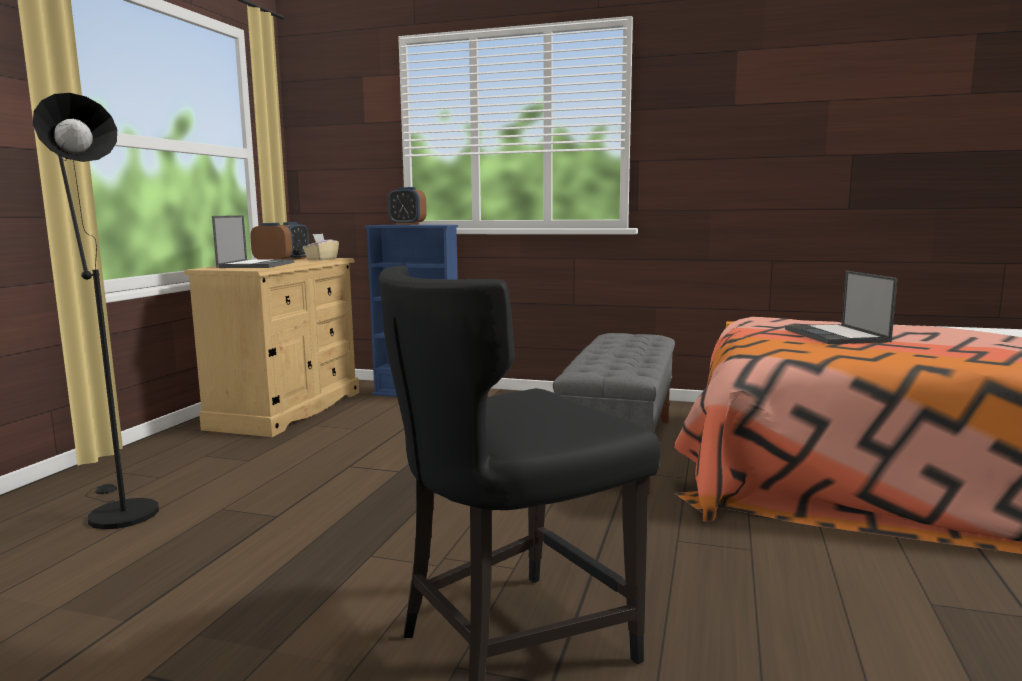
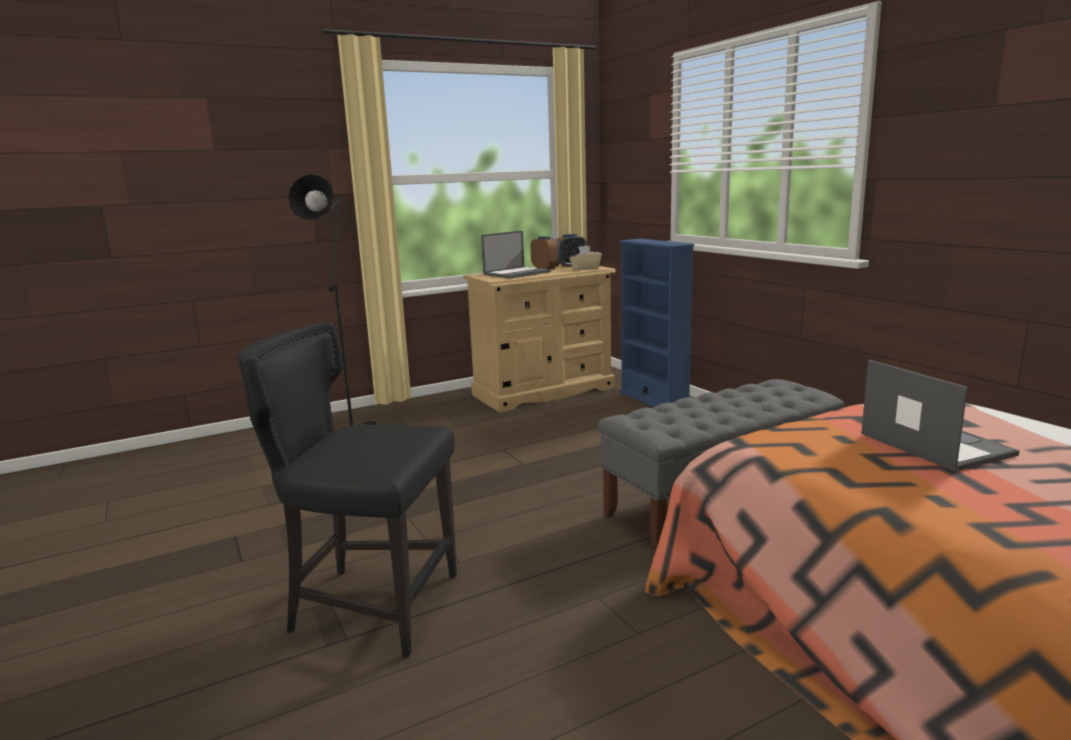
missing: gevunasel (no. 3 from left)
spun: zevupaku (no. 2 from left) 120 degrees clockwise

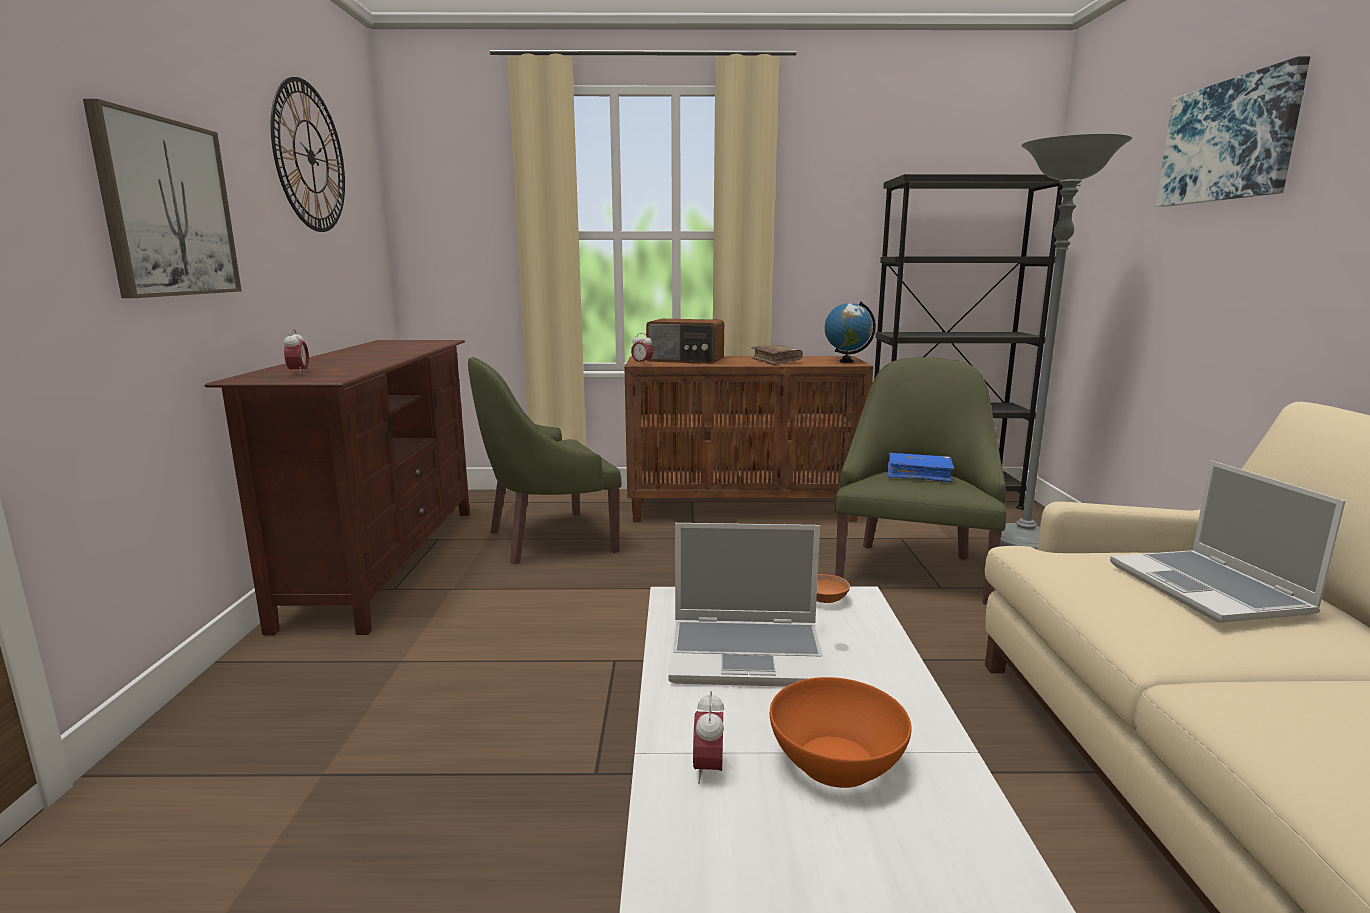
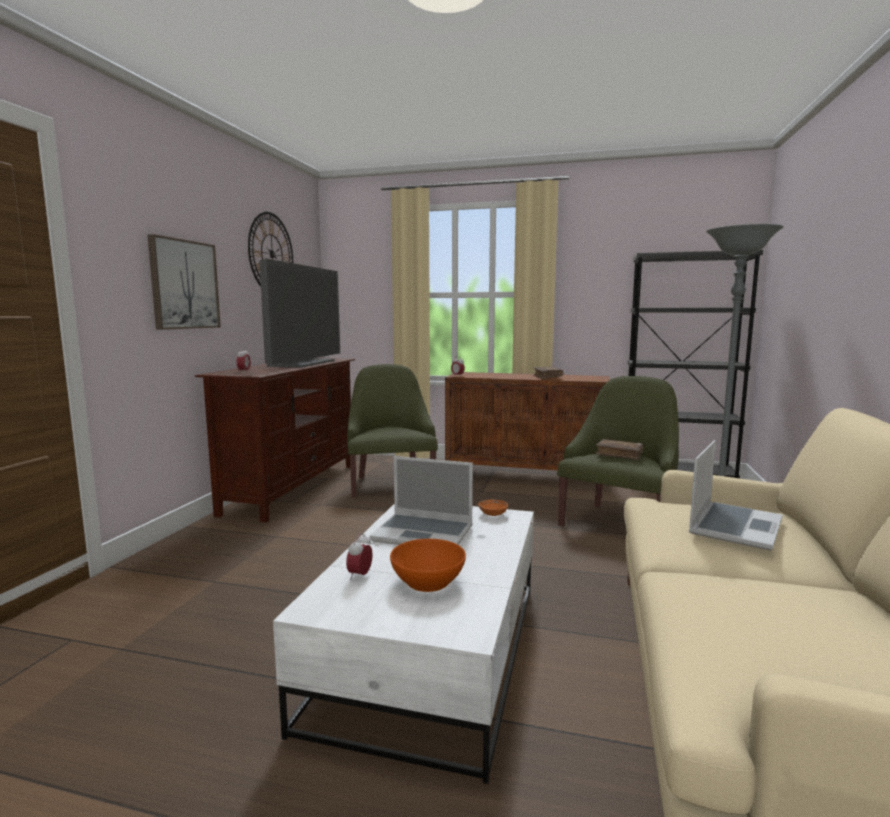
missing: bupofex; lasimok; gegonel (no. 2 from left)
appeared: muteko
colour: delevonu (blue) to delevonu (brown) (no. 2 from left)
spun: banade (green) (no. 1 from left) 90 degrees clockwise; zevupaku (no. 2 from left) 150 degrees counterclockwise

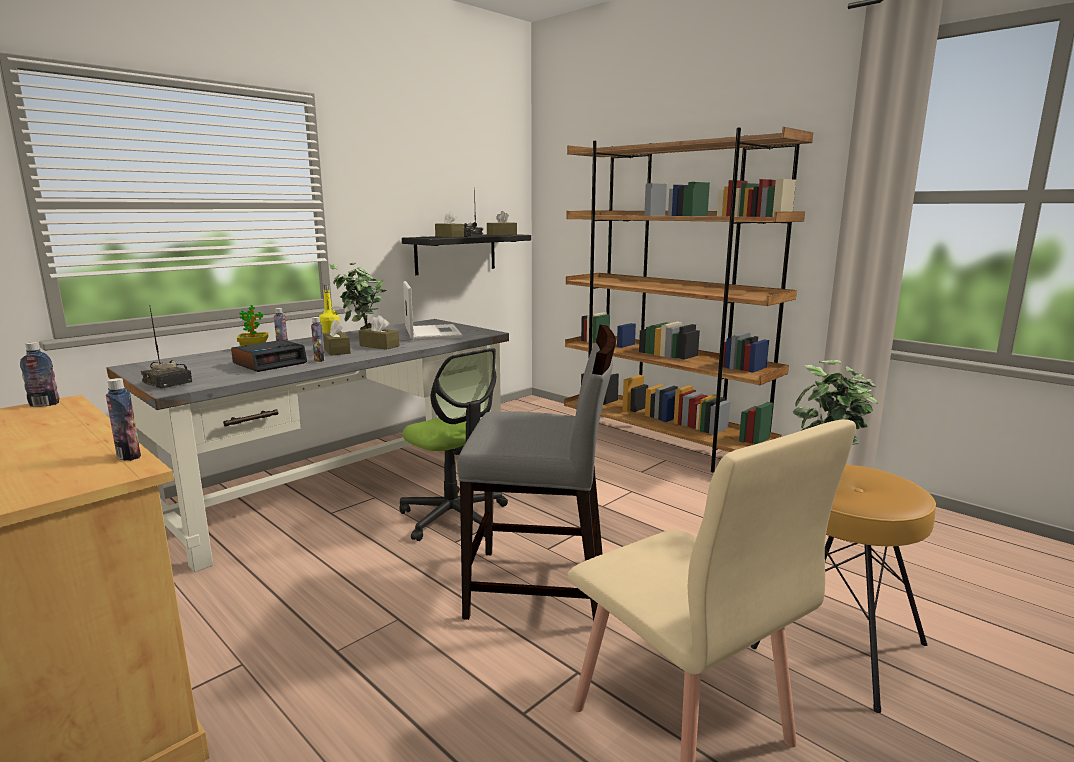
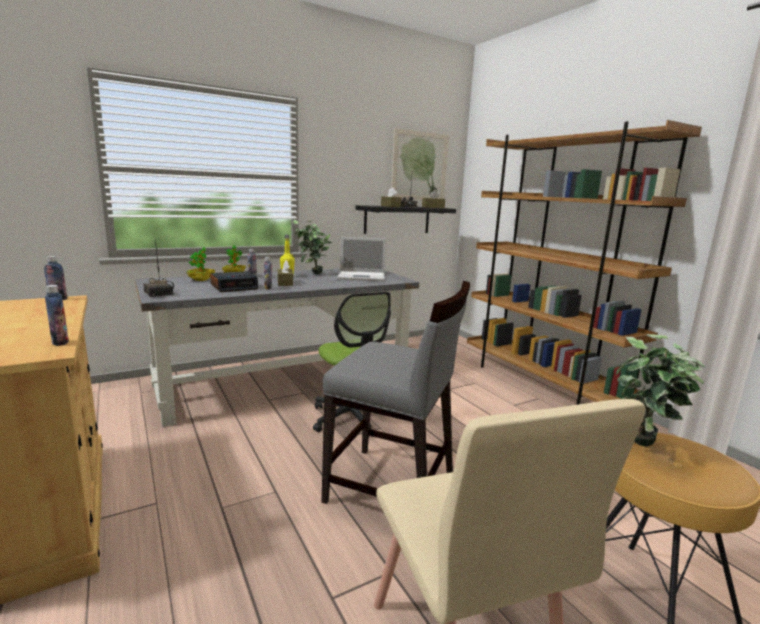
missing: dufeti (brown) (no. 2 from left)
appeared: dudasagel (no. 1 from left); gegonel
spun: zevupaku 90 degrees clockwise

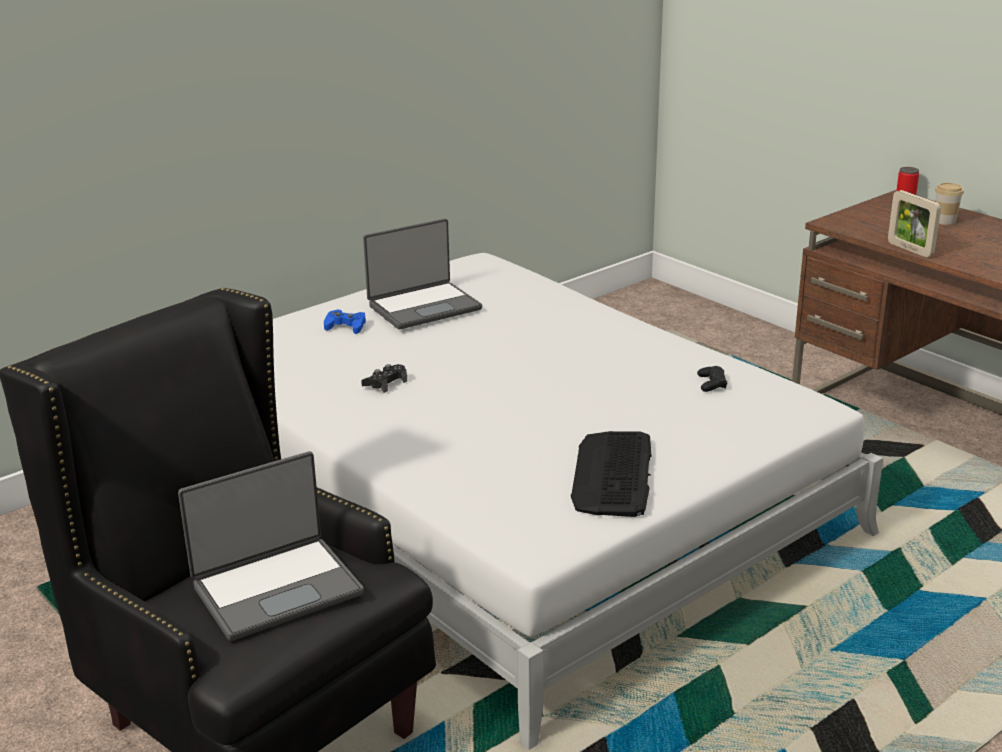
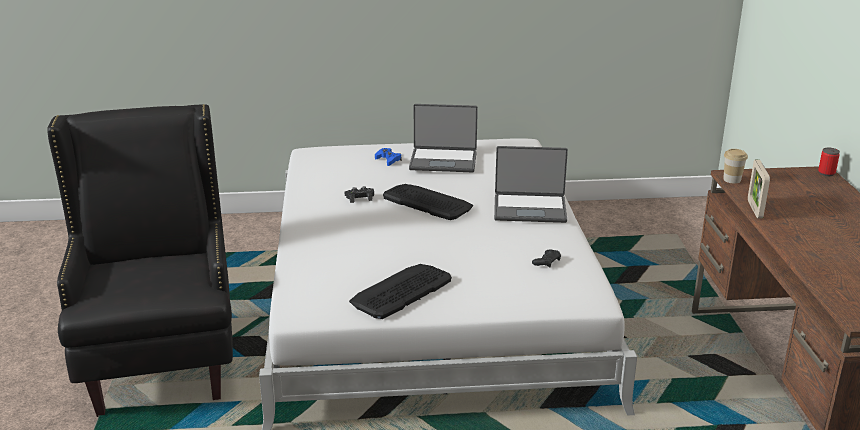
appeared: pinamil (no. 2 from left)
relocated: zevupaku (no. 1 from left in the first image) to zevupaku (no. 2 from left); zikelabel

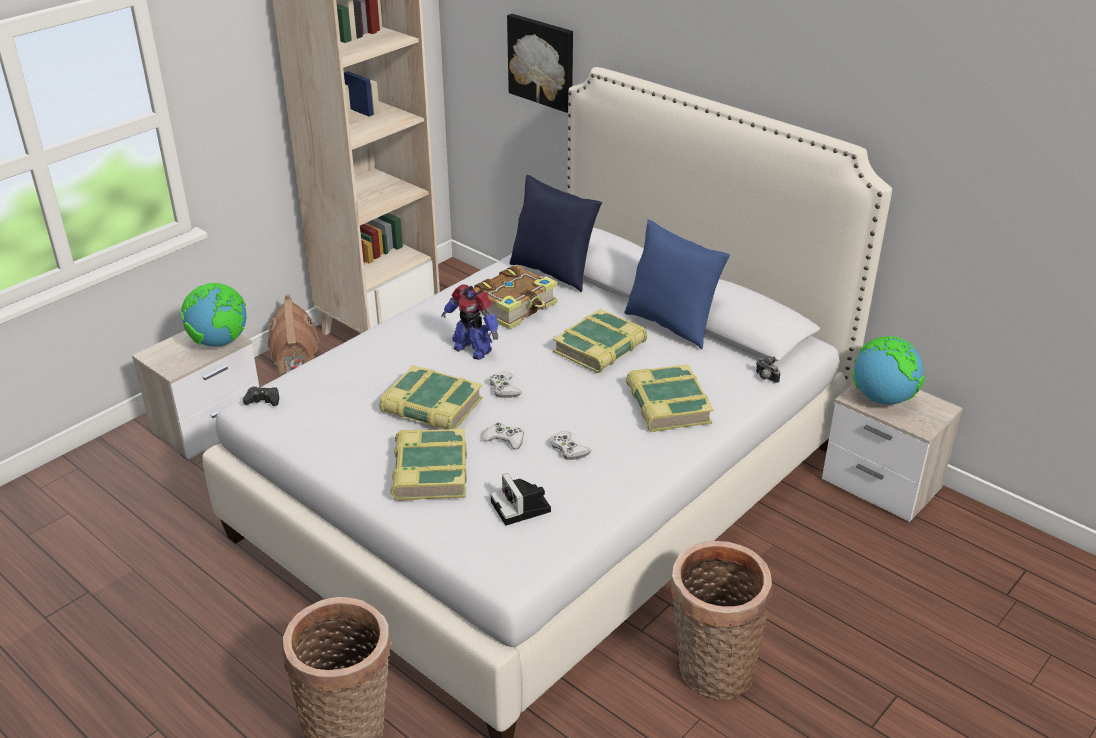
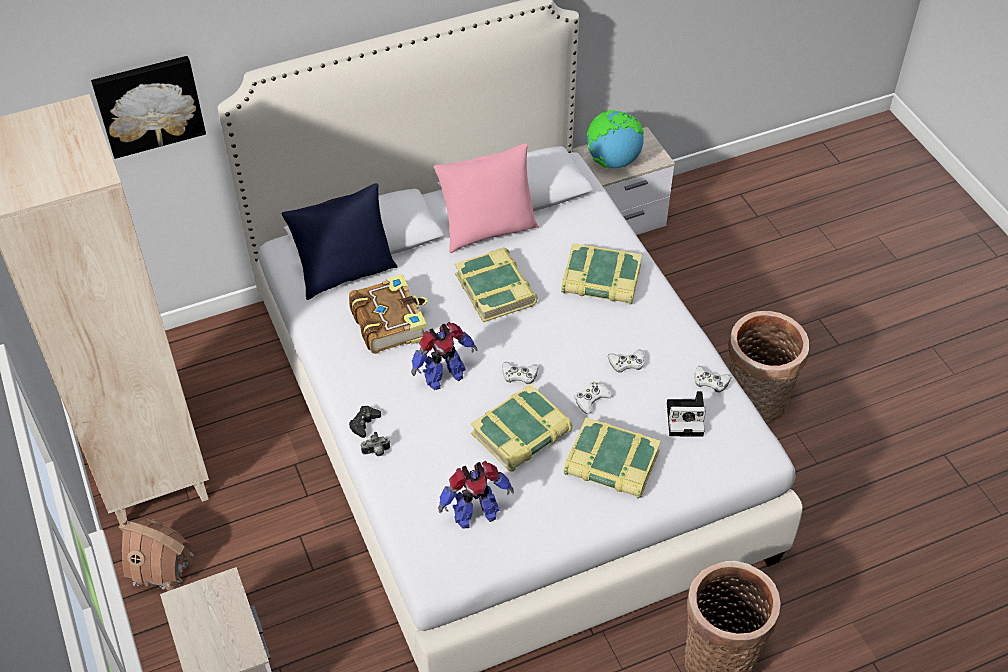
missing: lasimok (no. 1 from left)
appeared: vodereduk (no. 2 from left); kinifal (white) (no. 4 from left)
relocated: kinifal (black); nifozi (no. 2 from left in the first image) to nifozi (no. 1 from left)
colour: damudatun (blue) (no. 2 from left) to damudatun (pink)

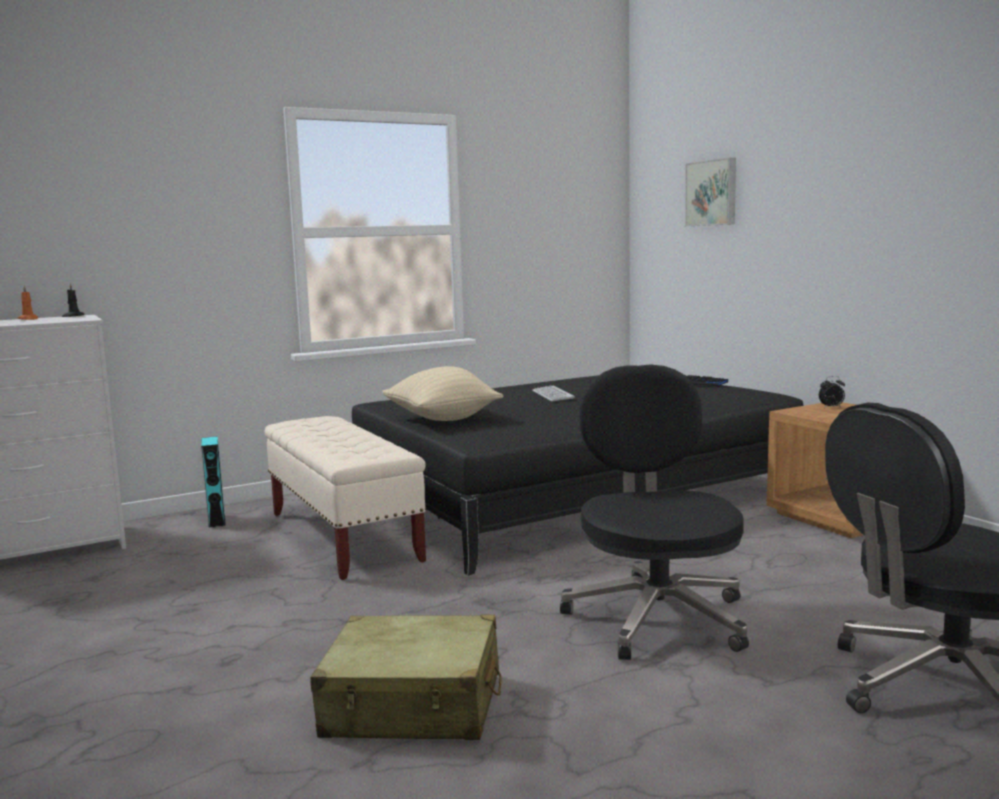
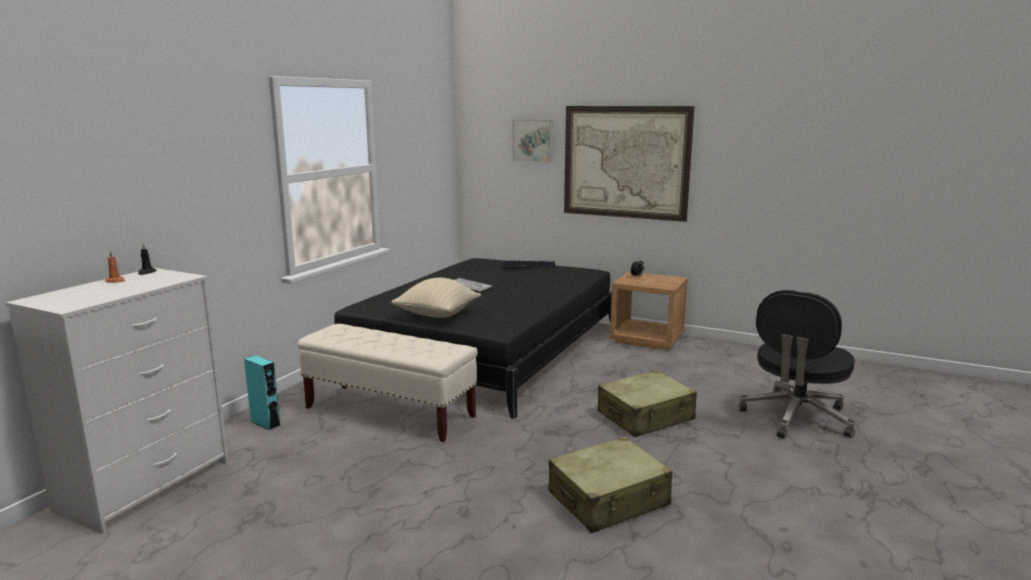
appeared: gegonel (no. 2 from left)
exchanged: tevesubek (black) (no. 1 from left) to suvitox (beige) (no. 2 from left)

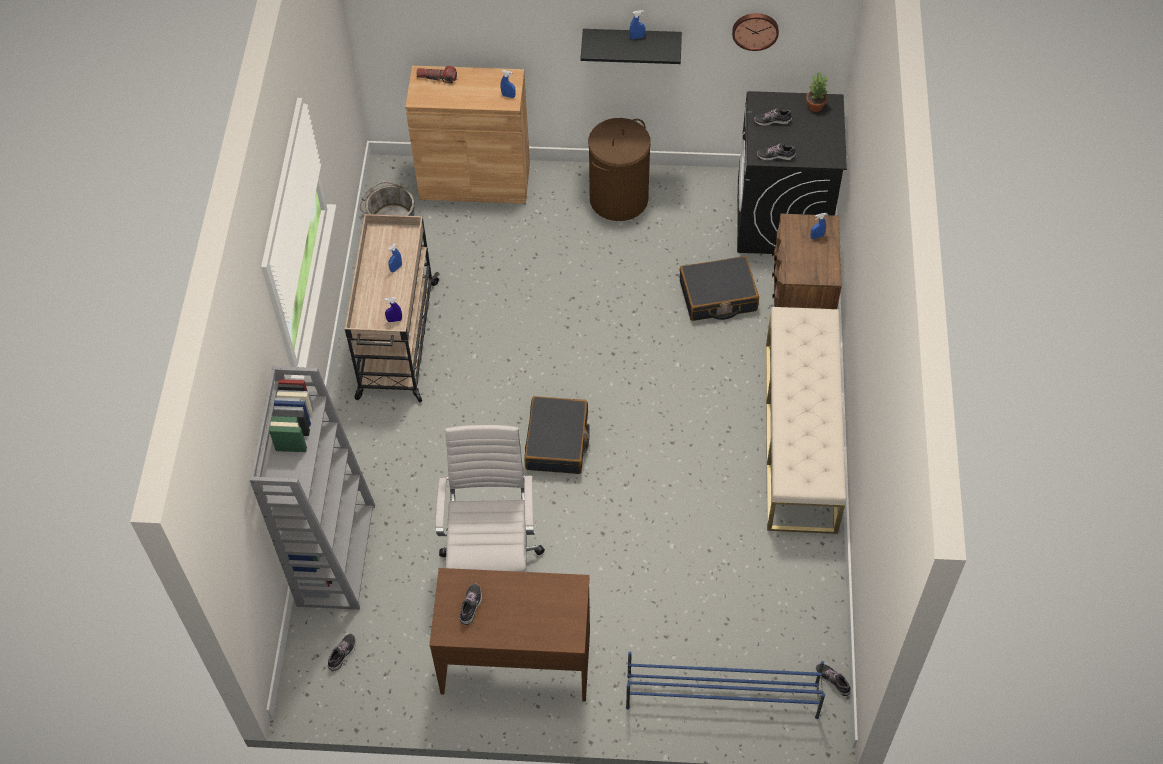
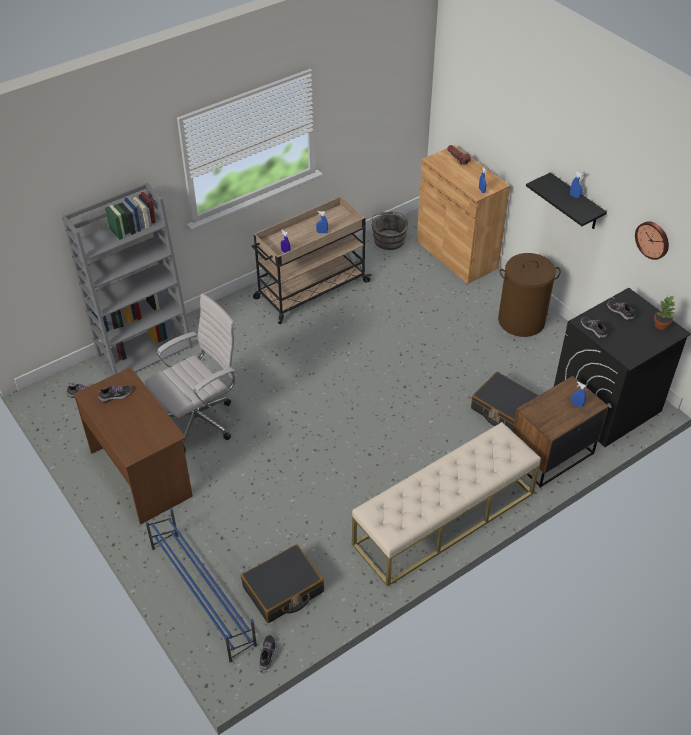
relocated: suvitox (black) (no. 1 from left)

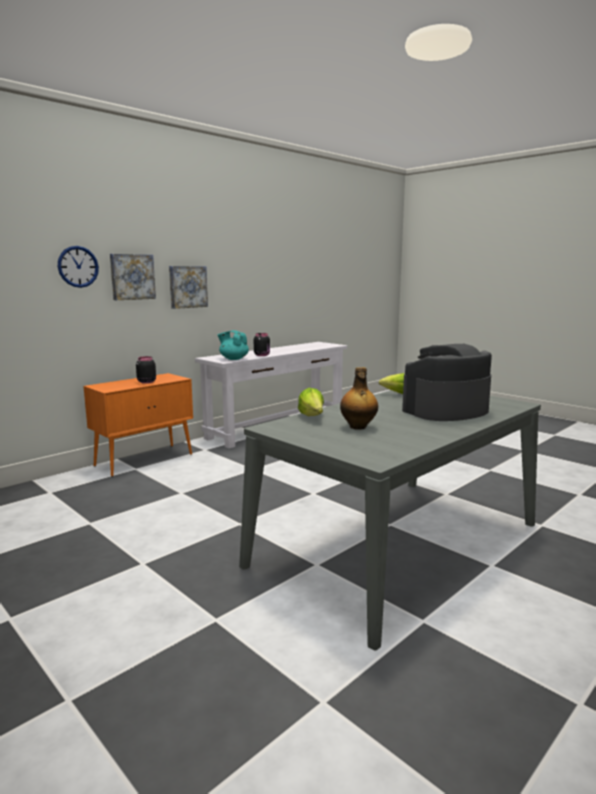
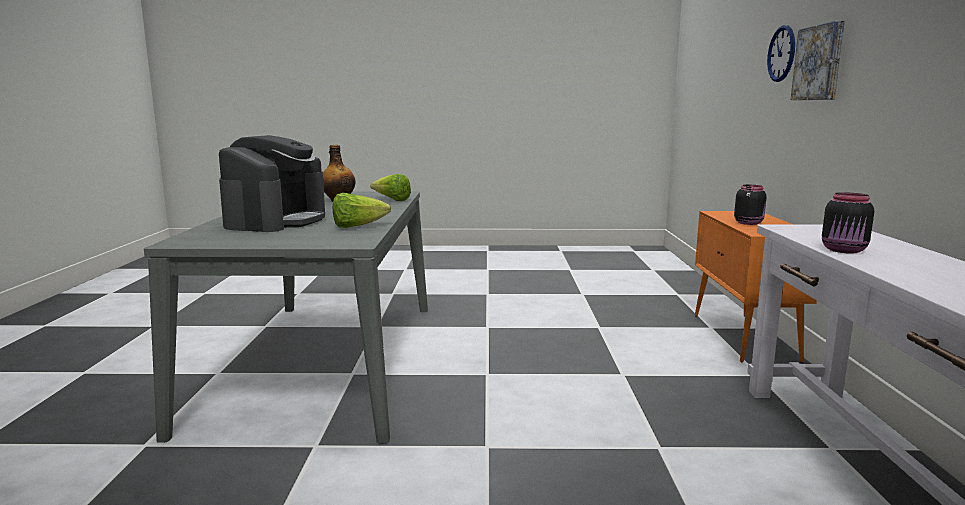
missing: gegonel (no. 2 from left); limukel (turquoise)

